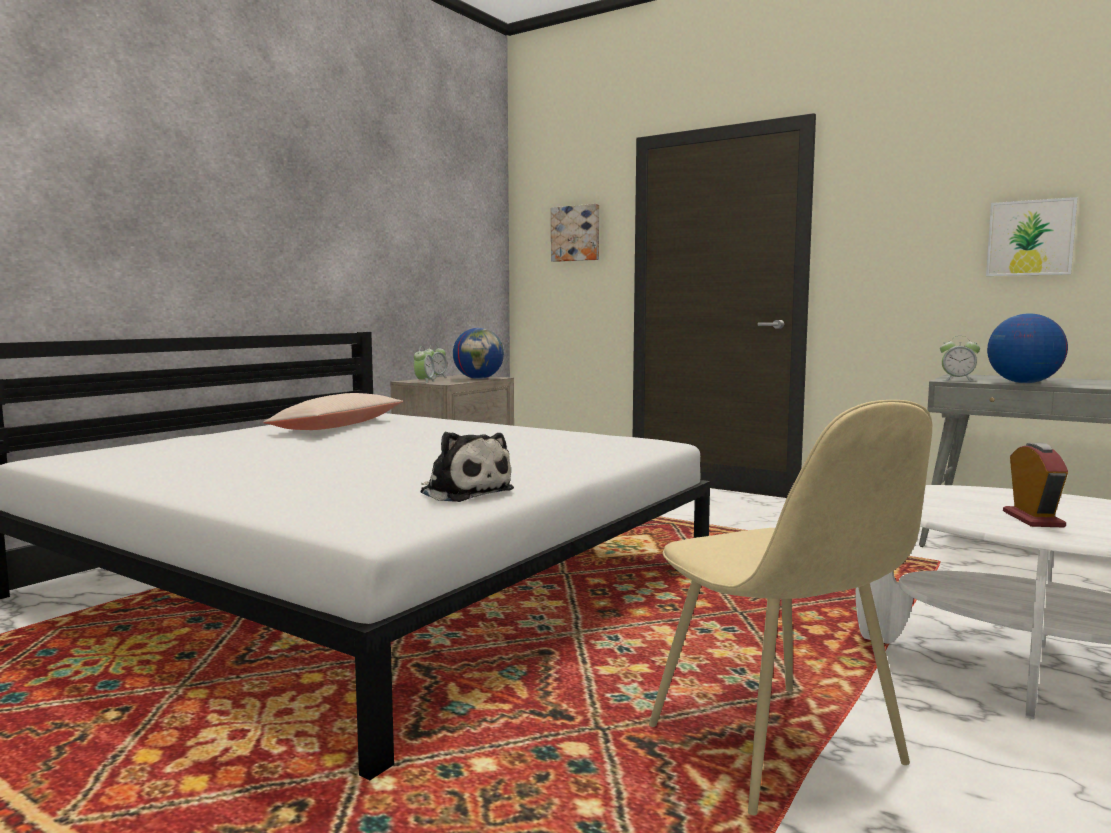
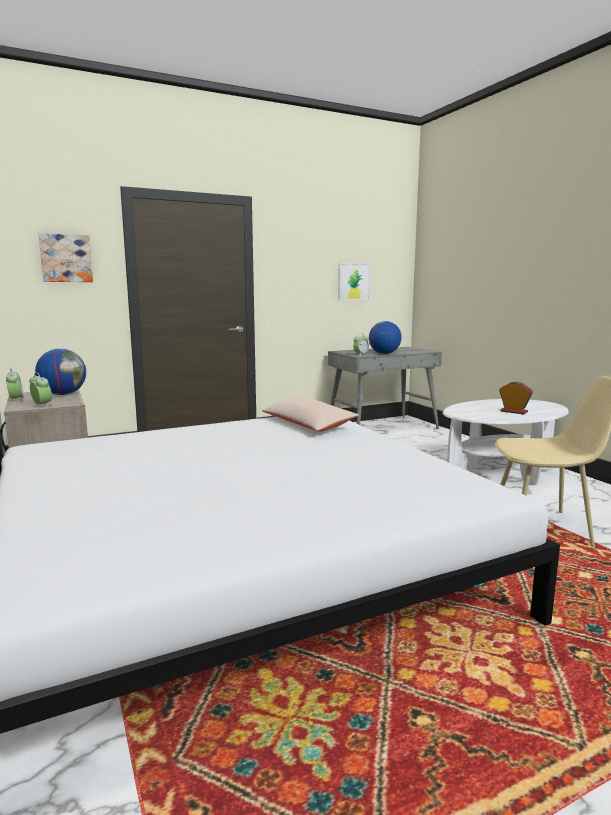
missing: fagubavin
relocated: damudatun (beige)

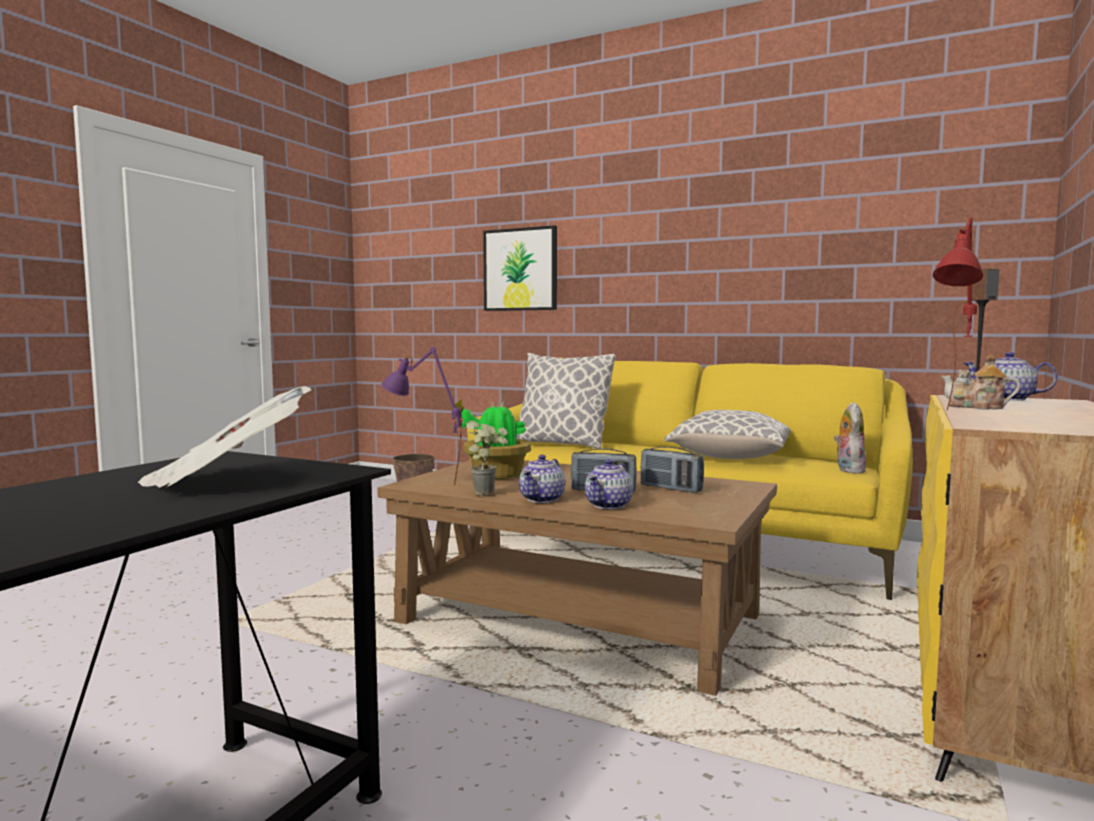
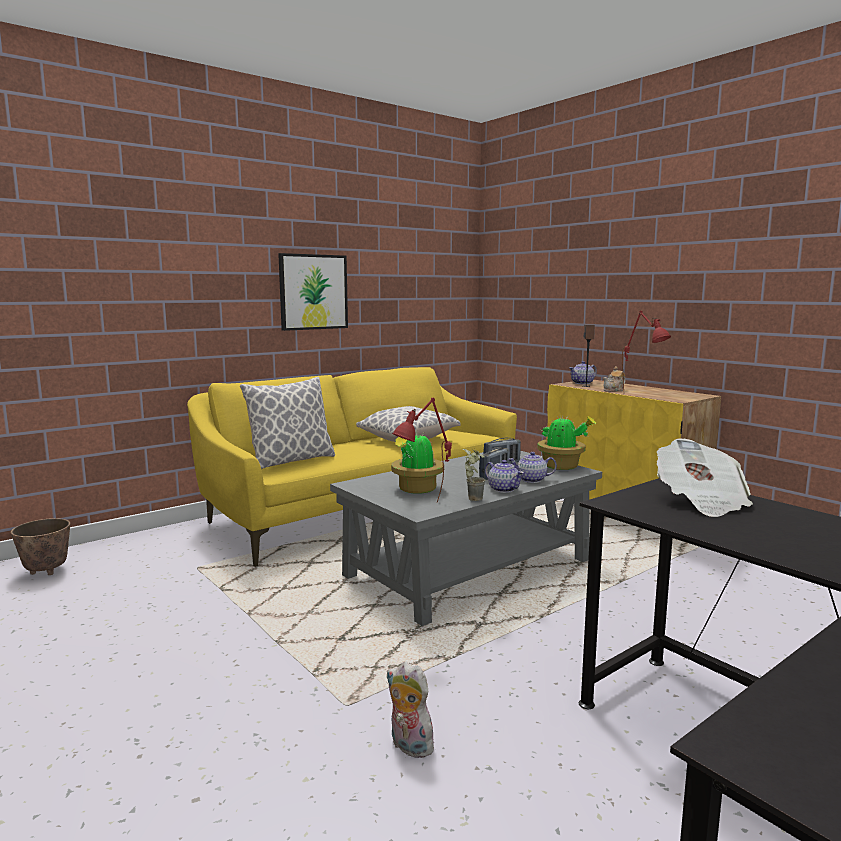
appeared: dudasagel (no. 3 from left)
relocated: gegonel; fagubavin
colour: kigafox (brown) to kigafox (grey); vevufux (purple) to vevufux (red) (no. 1 from left)
spun: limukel (no. 2 from left) 120 degrees clockwise

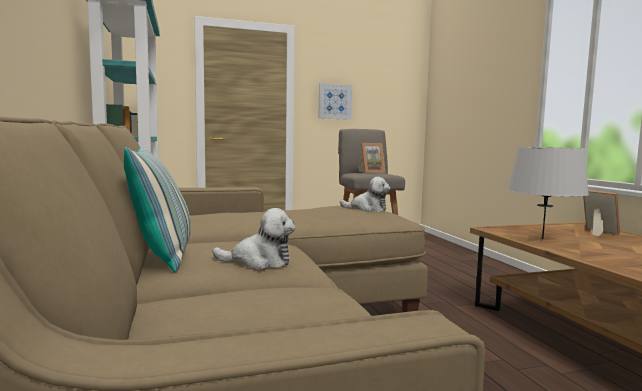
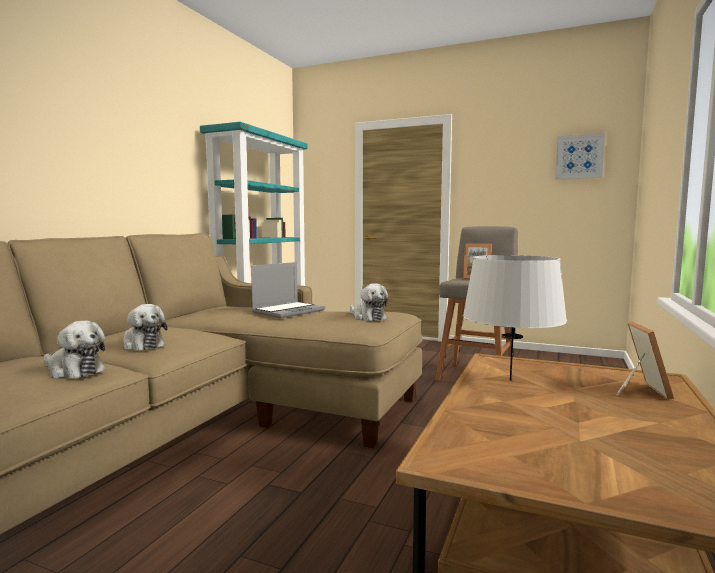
missing: damudatun
appeared: fagubavin (no. 1 from left); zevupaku
relocated: gegonel

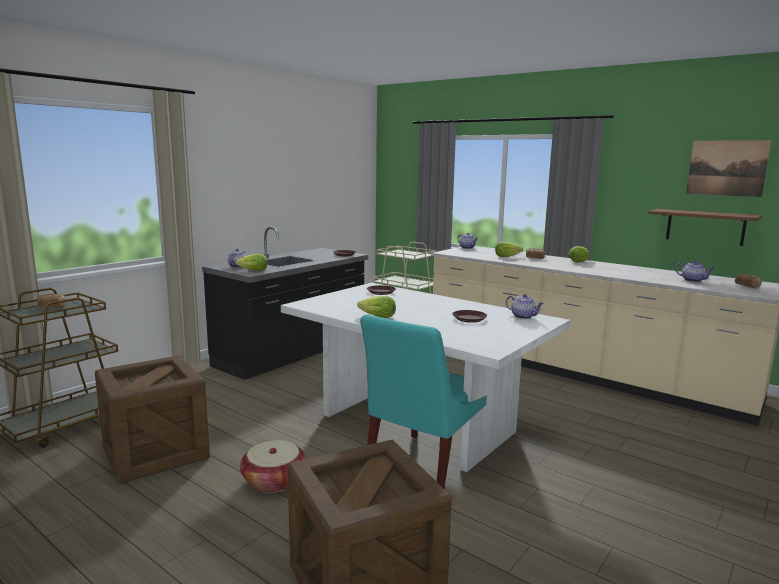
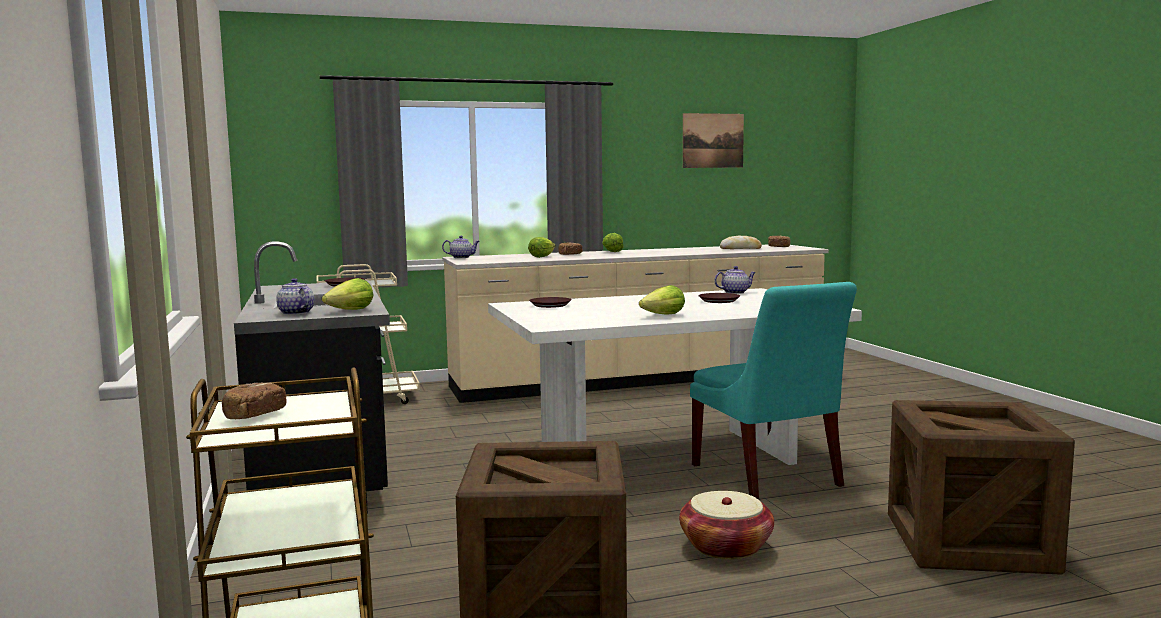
missing: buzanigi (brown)
exchanged: limukel (no. 4 from left) to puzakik (no. 3 from left)

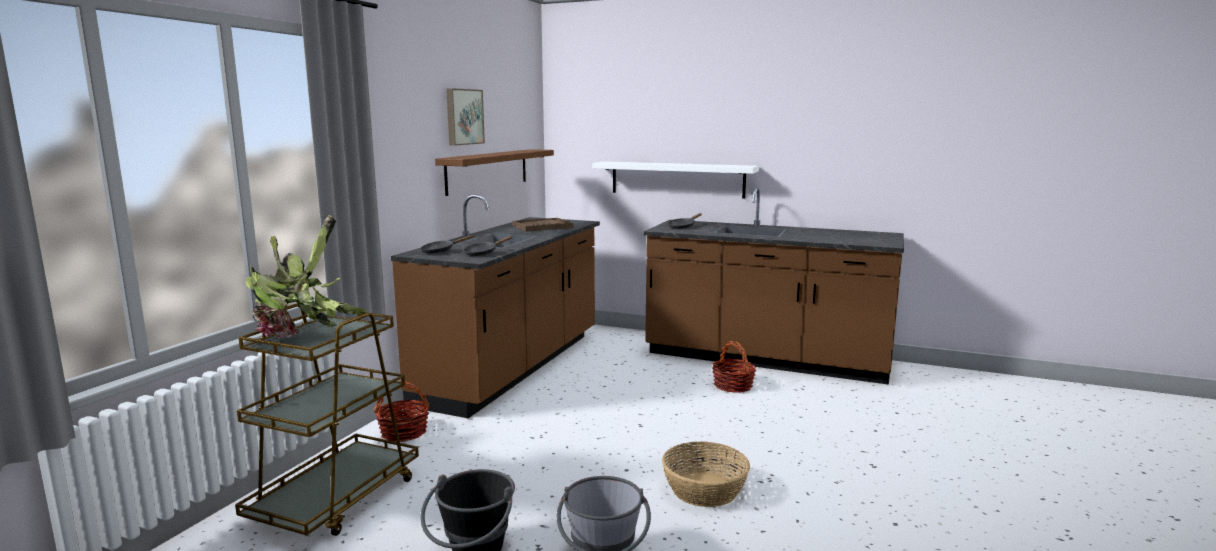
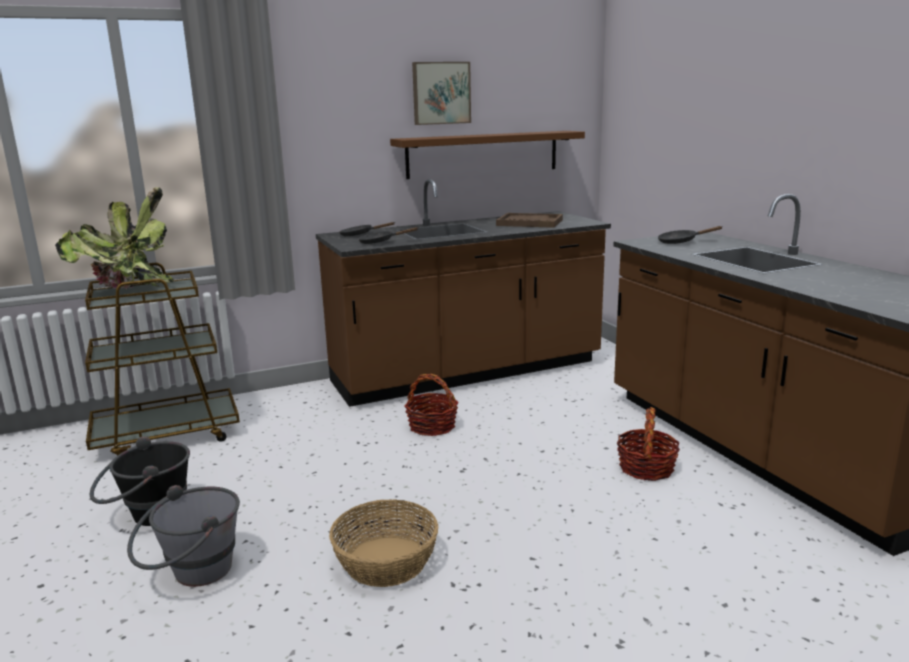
missing: buzanigi (white)
relocated: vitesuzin (no. 1 from left in the first image) to vitesuzin (no. 2 from left)

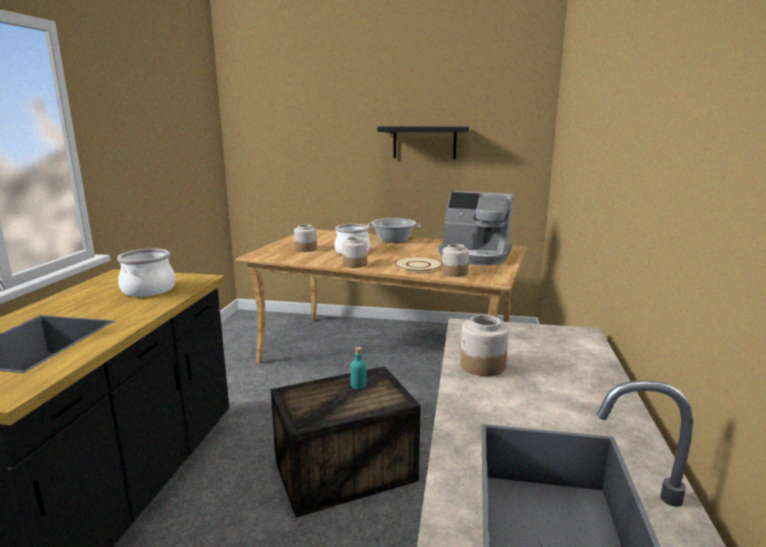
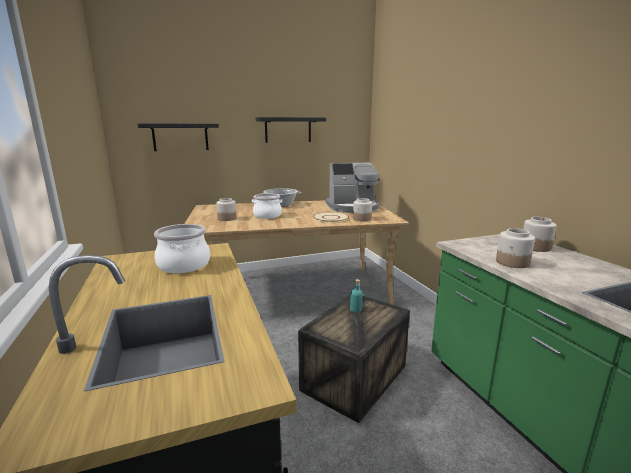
appeared: buzanigi (black) (no. 1 from left)
relocated: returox (no. 2 from left in the first image) to returox (no. 4 from left)

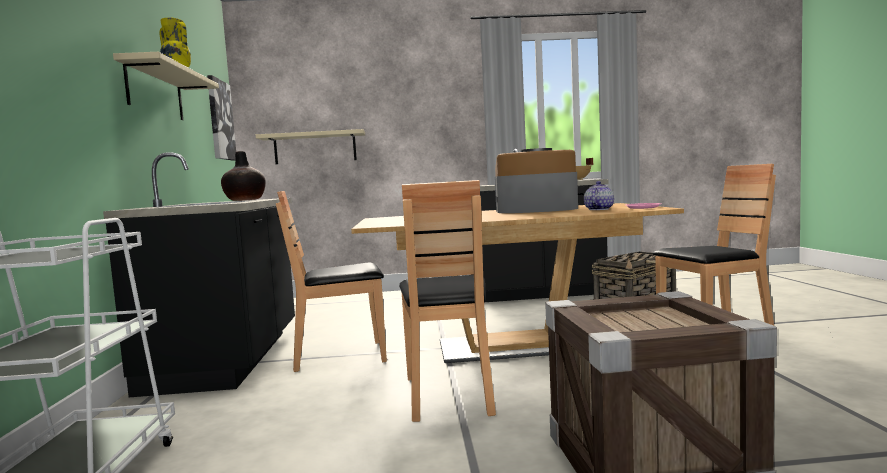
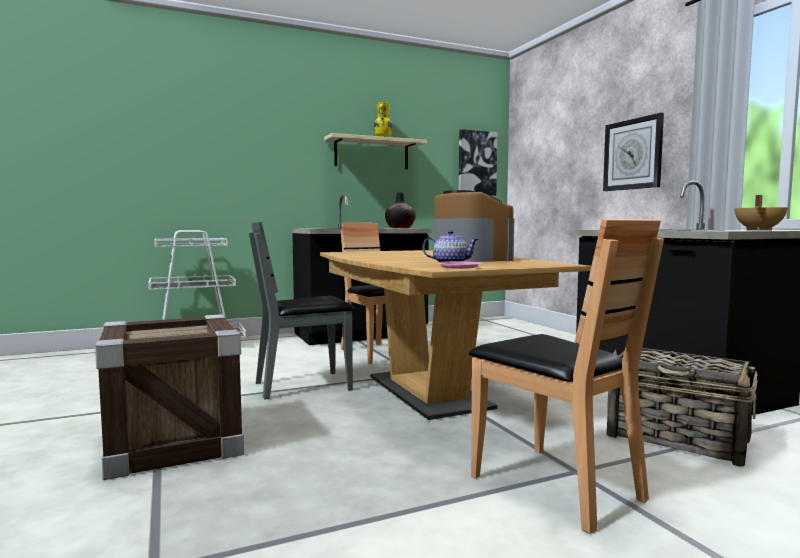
missing: buzanigi (beige) (no. 2 from left)
appeared: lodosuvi
colour: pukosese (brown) (no. 2 from left) to pukosese (grey)

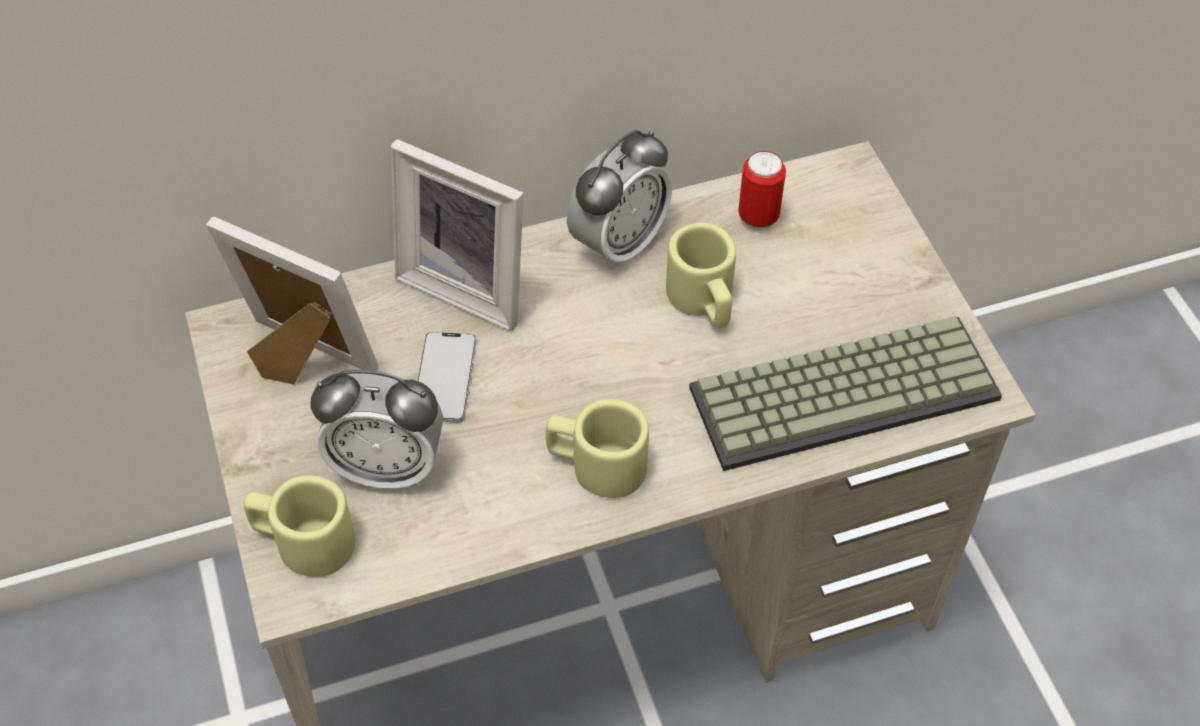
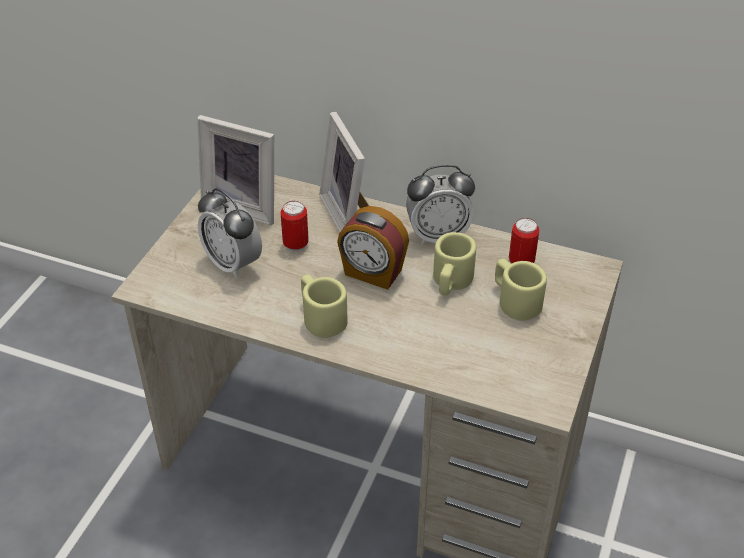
missing: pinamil
appeared: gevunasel (no. 2 from left)
relocated: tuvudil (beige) (no. 1 from left in the first image) to tuvudil (beige) (no. 3 from left)
exchanged: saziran to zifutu (no. 1 from left)
spun: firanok (no. 1 from left) 135 degrees clockwise

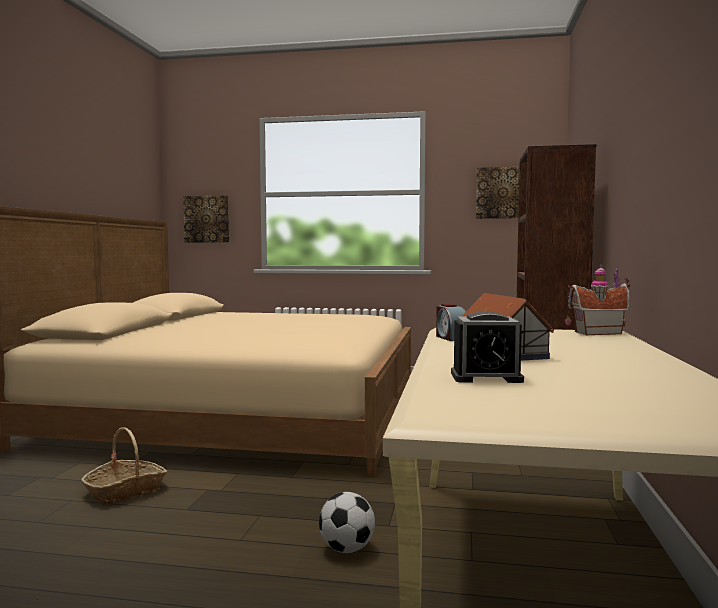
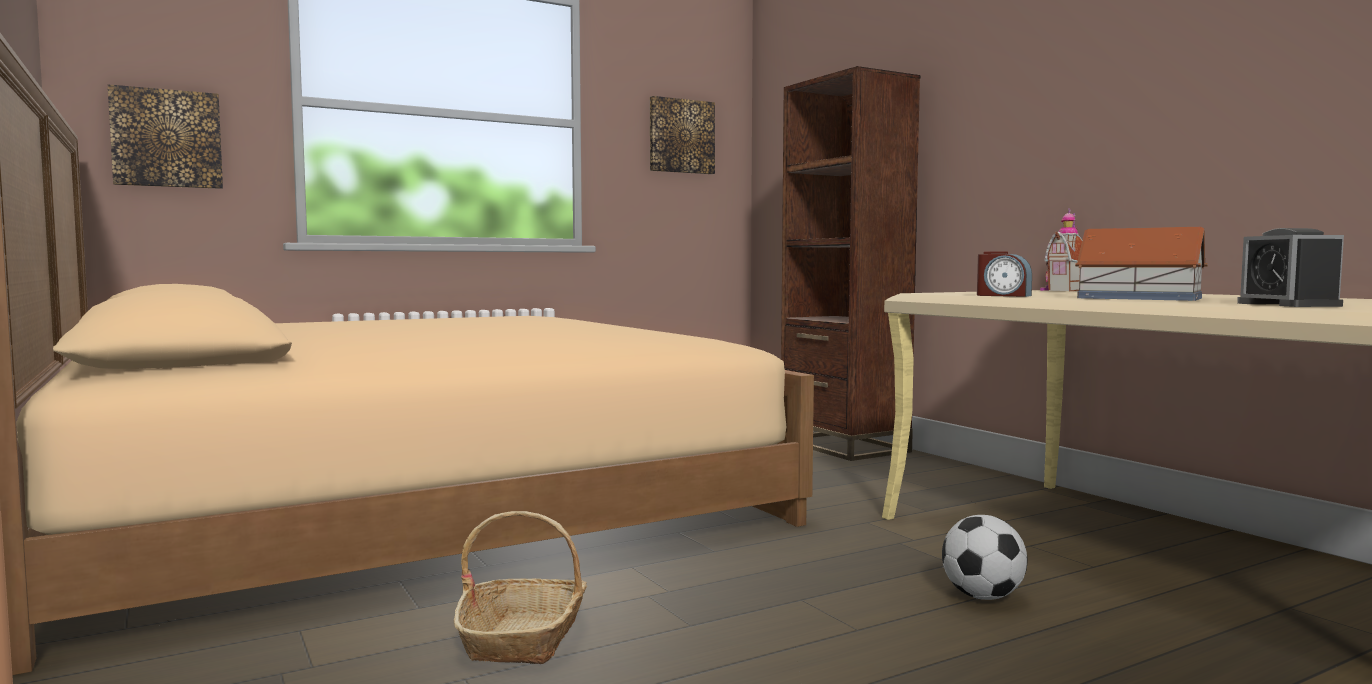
spun: gevunasel (no. 2 from left) 120 degrees clockwise

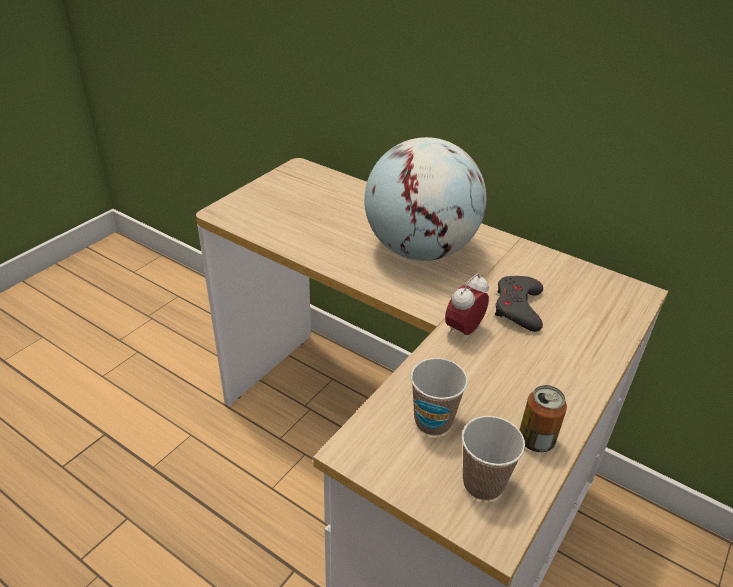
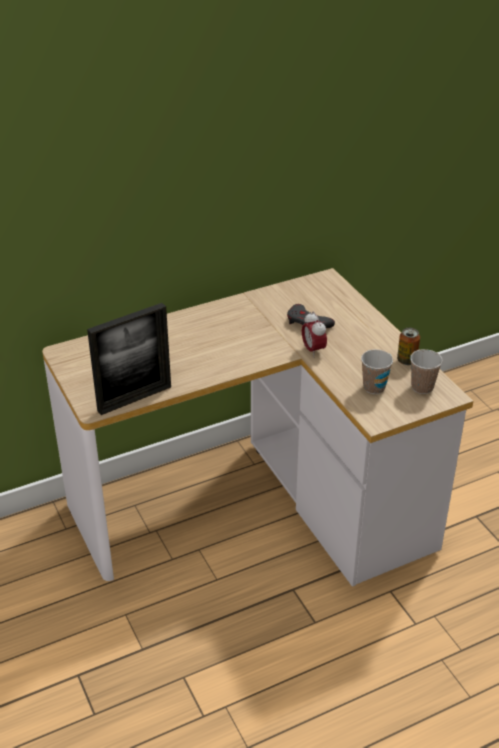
missing: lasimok
appeared: firanok

